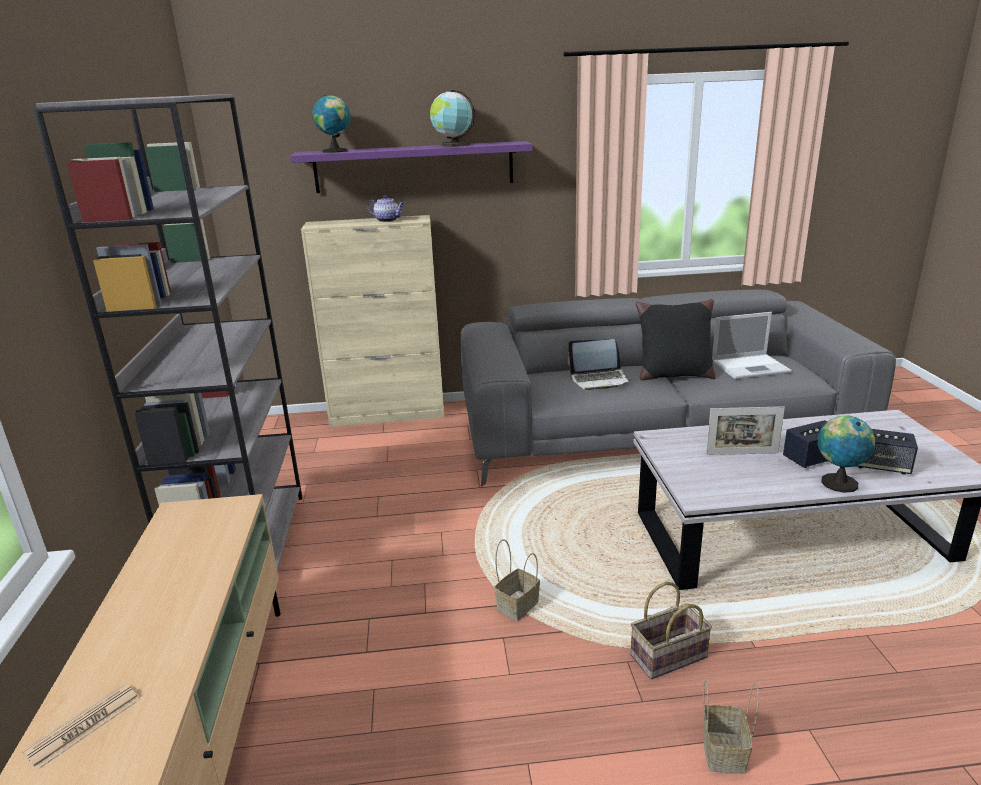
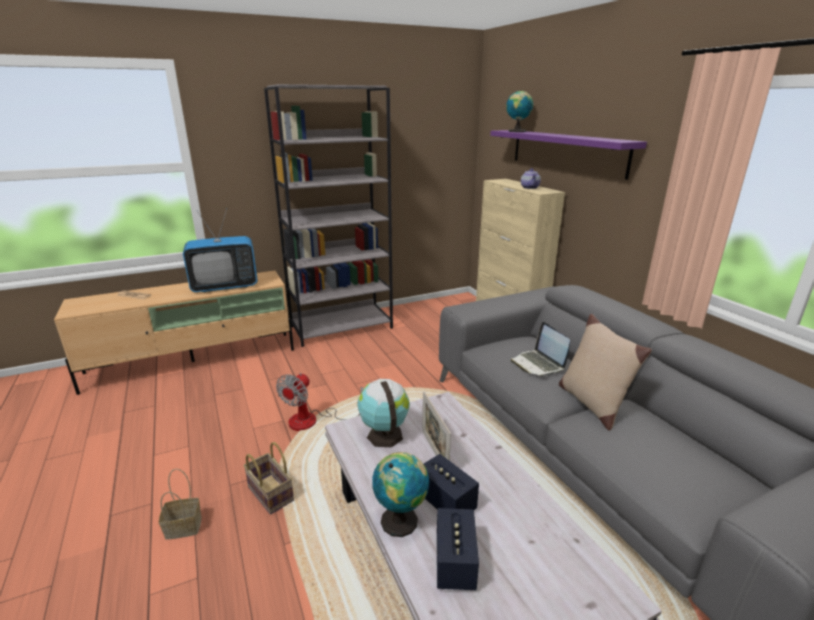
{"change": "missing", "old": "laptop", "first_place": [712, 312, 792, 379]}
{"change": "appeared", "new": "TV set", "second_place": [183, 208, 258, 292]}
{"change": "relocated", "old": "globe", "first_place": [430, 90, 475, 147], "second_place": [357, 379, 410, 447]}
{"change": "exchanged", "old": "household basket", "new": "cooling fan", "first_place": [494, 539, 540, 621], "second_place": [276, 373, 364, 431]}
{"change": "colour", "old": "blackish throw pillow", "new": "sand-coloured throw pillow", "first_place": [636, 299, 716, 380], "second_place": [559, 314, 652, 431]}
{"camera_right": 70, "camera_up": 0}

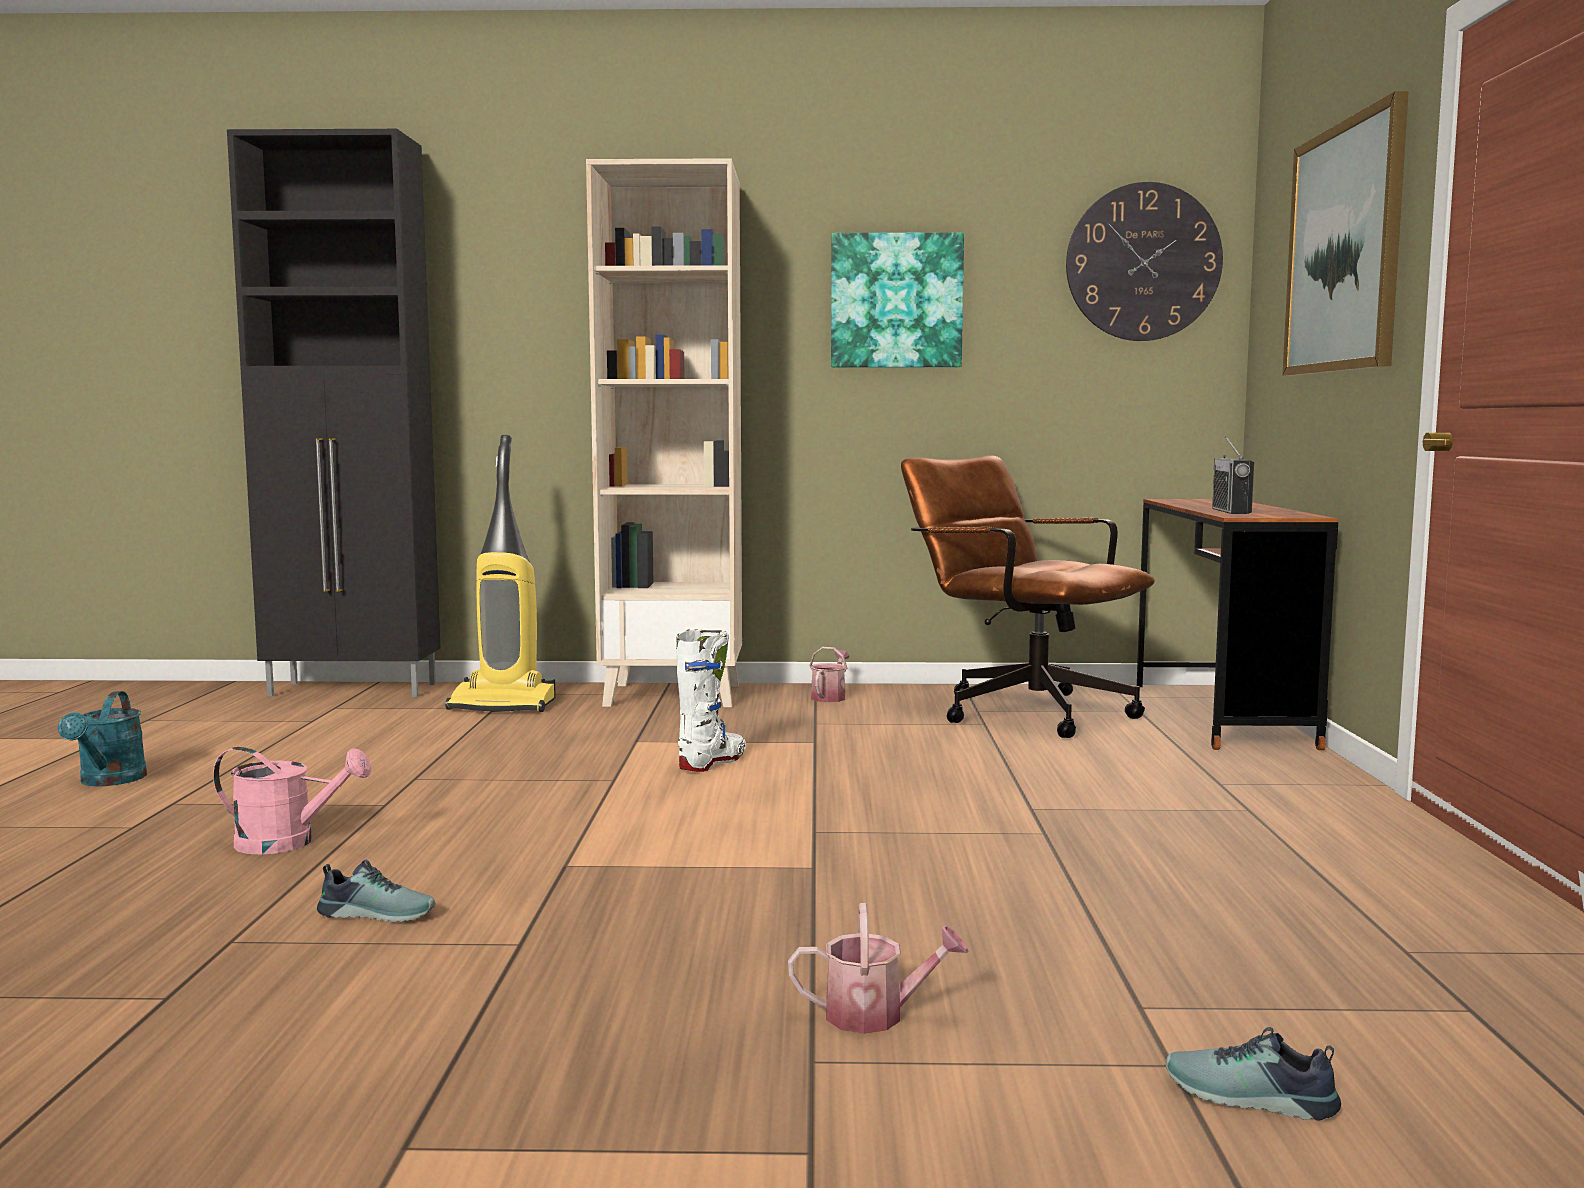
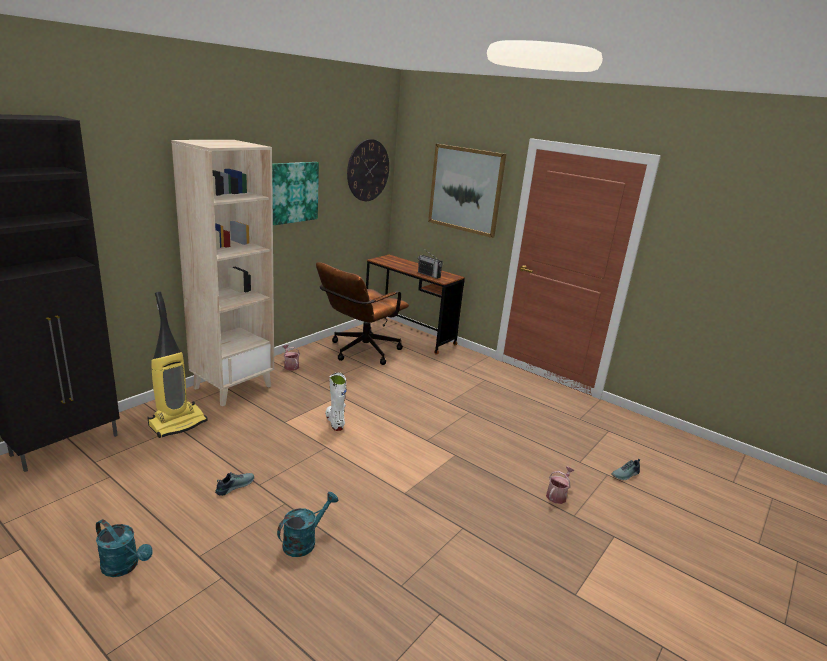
{"change": "relocated", "old": "shoe", "first_place": [317, 859, 435, 922], "second_place": [215, 472, 254, 496]}
{"change": "colour", "old": "pink watering can", "new": "blue-green watering can", "first_place": [213, 747, 372, 854], "second_place": [277, 492, 338, 557]}
{"change": "spun", "old": "brownish computer chair", "first_place": [901, 455, 1155, 738], "second_place": [316, 262, 409, 365], "degrees": -45}
{"camera_right": -55, "camera_up": 15}

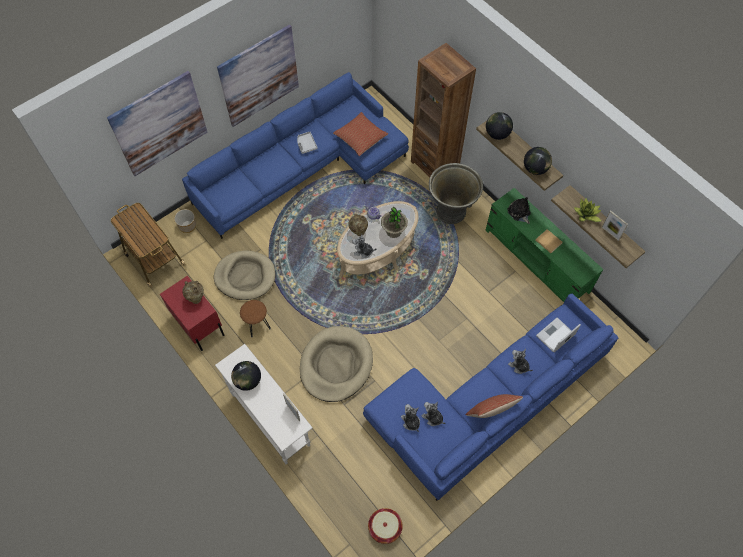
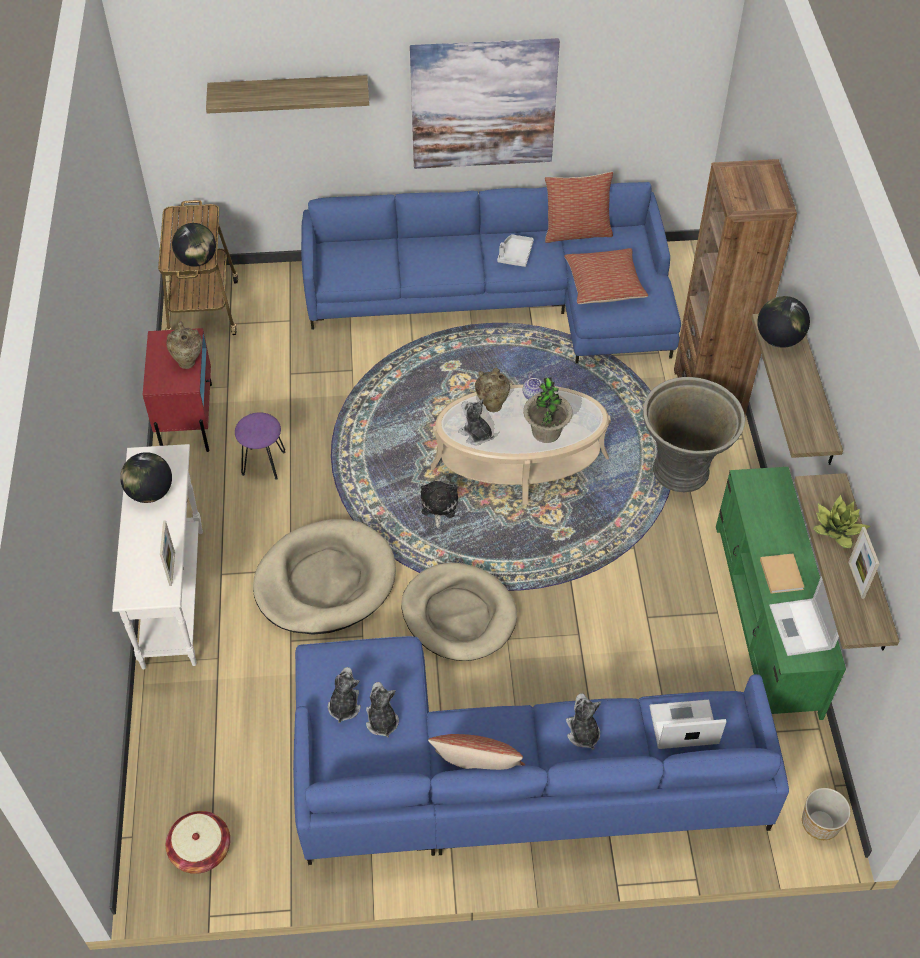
{"change": "appeared", "new": "throw pillow", "second_place": [545, 172, 613, 243]}
{"change": "appeared", "new": "laptop", "second_place": [769, 576, 839, 656]}
{"change": "relocated", "old": "planter", "first_place": [174, 209, 196, 233], "second_place": [802, 788, 851, 840]}
{"change": "relocated", "old": "sand-coloured dog cushion", "first_place": [214, 250, 275, 300], "second_place": [402, 563, 517, 661]}
{"change": "relocated", "old": "cuddly toy", "first_place": [507, 197, 531, 224], "second_place": [421, 481, 458, 528]}
{"change": "relocated", "old": "globe", "first_place": [524, 147, 552, 175], "second_place": [172, 223, 216, 267]}
{"change": "exchanged", "old": "wall picture", "new": "shelf", "first_place": [107, 71, 207, 176], "second_place": [206, 75, 369, 114]}
{"change": "colour", "old": "brownish stool", "new": "purple-coloured stool", "first_place": [240, 300, 271, 337], "second_place": [235, 412, 285, 480]}
{"camera_right": 35, "camera_up": -10}

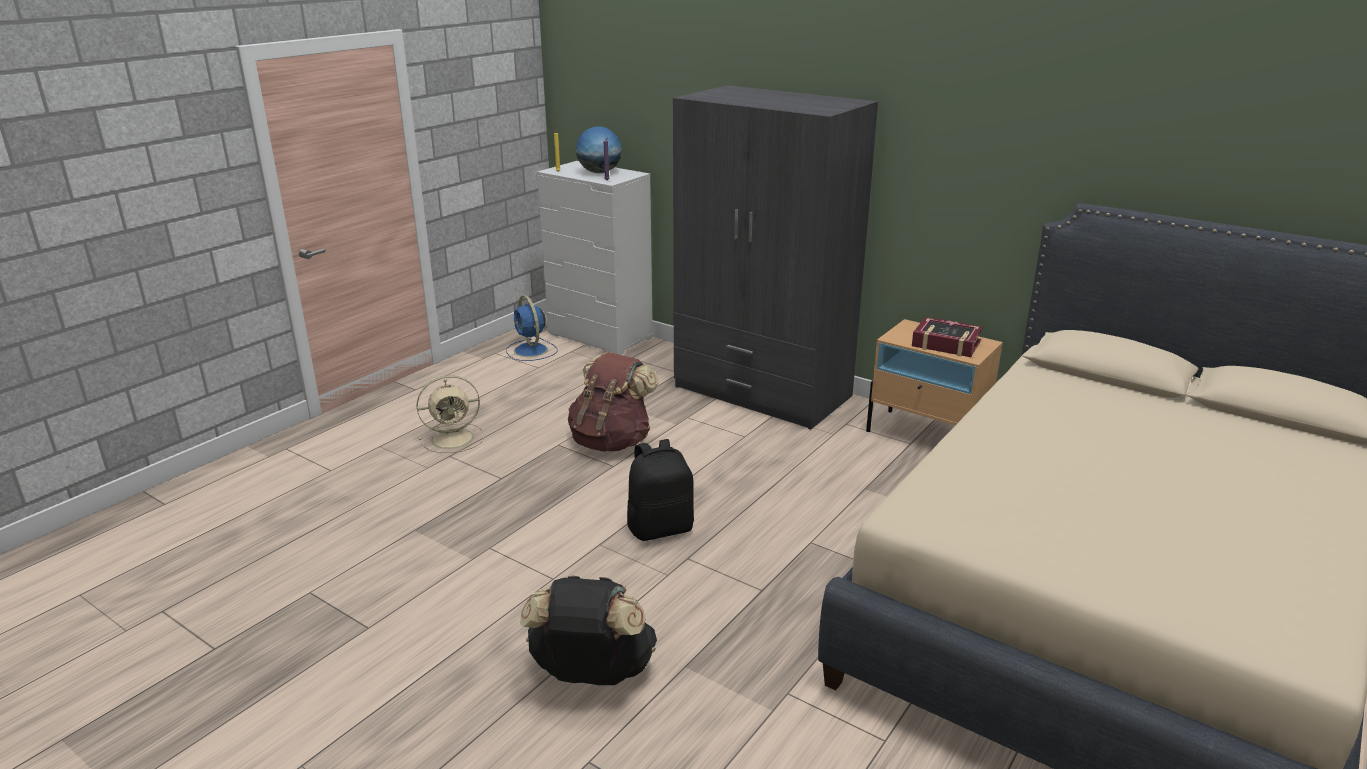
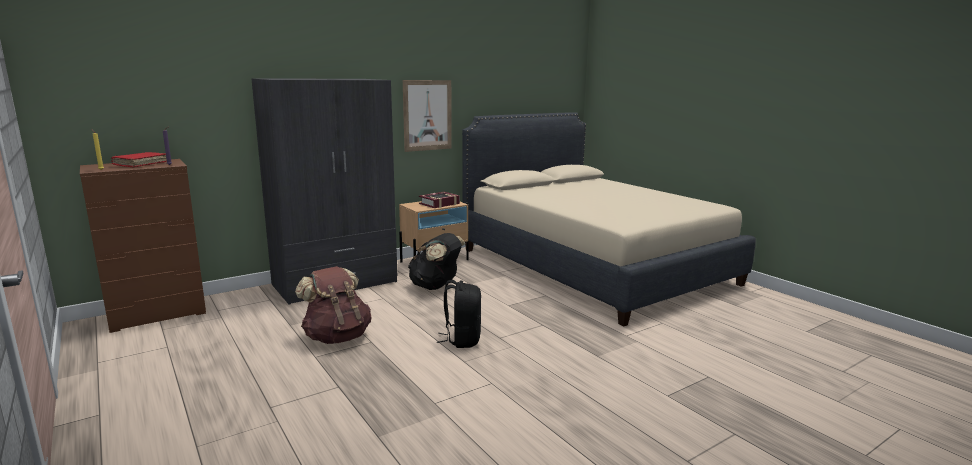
{"change": "missing", "old": "sand-coloured cooling fan", "first_place": [417, 375, 484, 453]}
{"change": "missing", "old": "blue-coloured cooling fan", "first_place": [506, 295, 558, 361]}
{"change": "appeared", "new": "wall picture", "second_place": [403, 80, 452, 152]}
{"change": "relocated", "old": "blackish rucksack", "first_place": [520, 575, 657, 685], "second_place": [408, 233, 465, 290]}
{"change": "exchanged", "old": "globe", "new": "red bound book", "first_place": [576, 126, 622, 173], "second_place": [111, 152, 167, 168]}
{"change": "colour", "old": "whitish drawer chest", "new": "brownish drawer chest", "first_place": [537, 161, 653, 355], "second_place": [80, 159, 206, 333]}
{"camera_right": -70, "camera_up": -10}

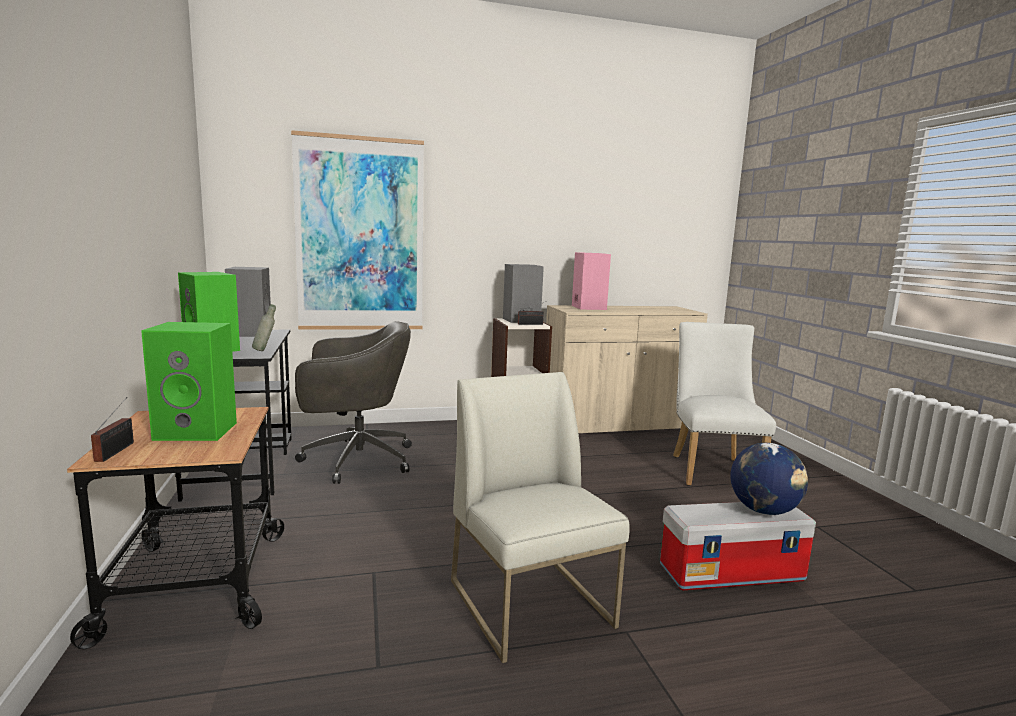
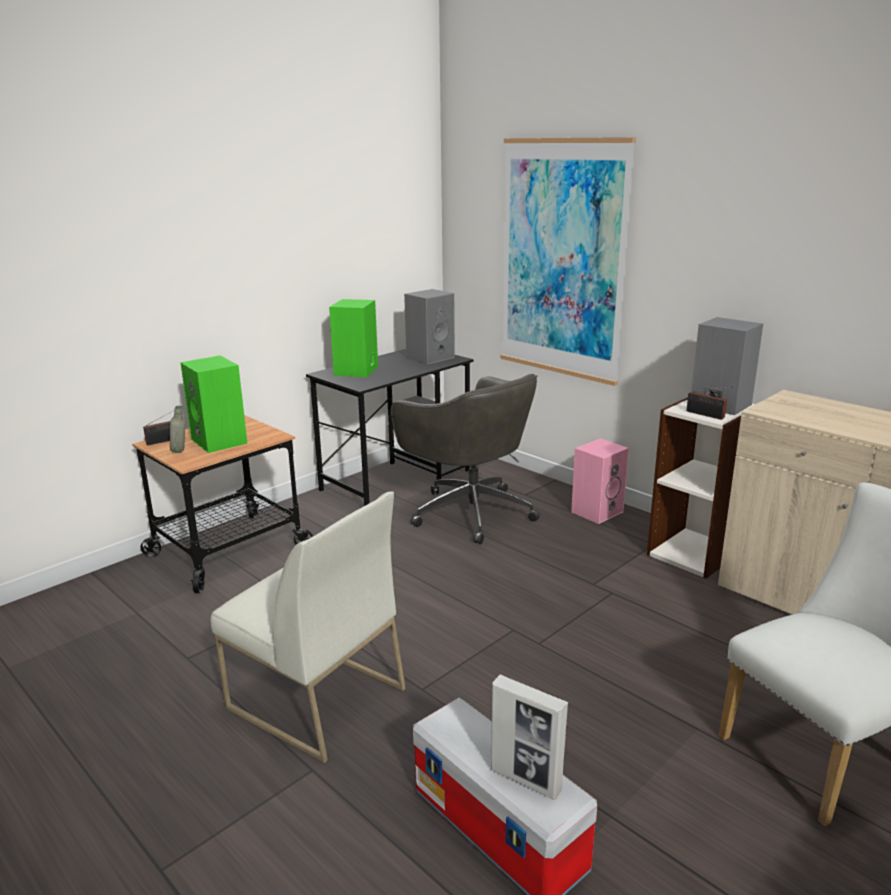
{"change": "relocated", "old": "gray beverage bottle", "first_place": [252, 304, 276, 351], "second_place": [170, 406, 186, 453]}
{"change": "relocated", "old": "pink loudspeaker", "first_place": [572, 252, 611, 310], "second_place": [571, 438, 629, 524]}
{"change": "exchanged", "old": "globe", "new": "standing frame", "first_place": [730, 443, 808, 515], "second_place": [491, 675, 568, 800]}
{"change": "spun", "old": "whitish upright chair", "first_place": [451, 372, 630, 663], "second_place": [211, 491, 406, 763], "degrees": 90}
{"camera_right": 60, "camera_up": 10}

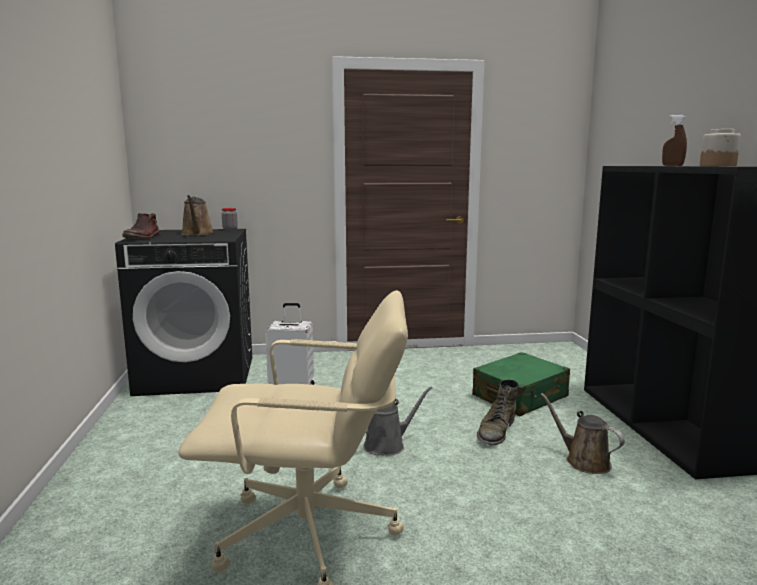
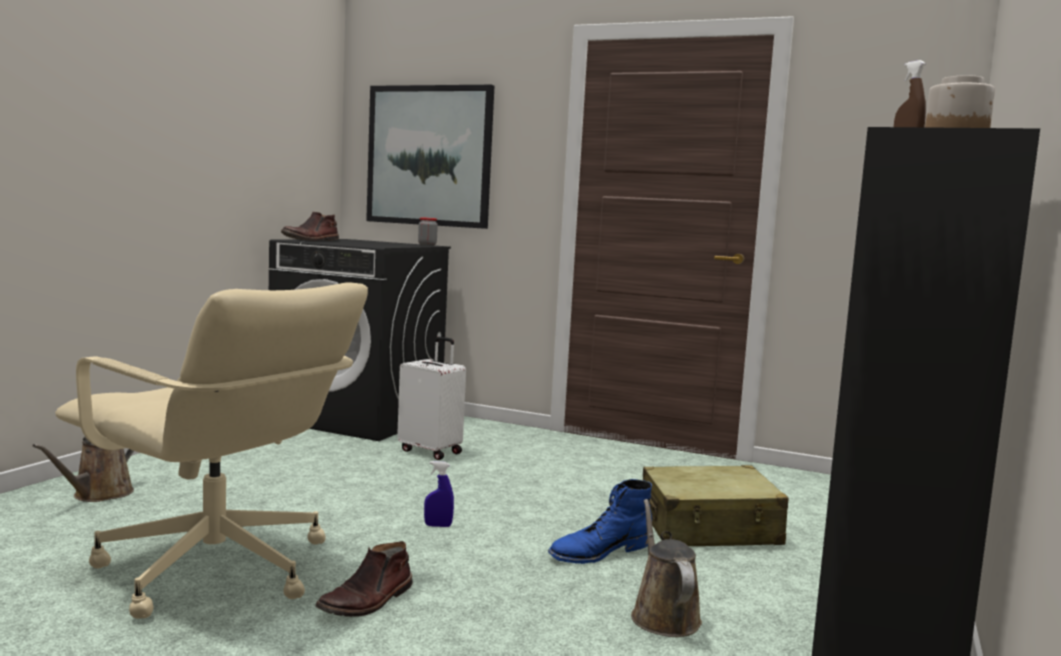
{"change": "appeared", "new": "brownish high-top boot", "second_place": [316, 541, 413, 617]}
{"change": "appeared", "new": "wall picture", "second_place": [366, 85, 494, 229]}
{"change": "relocated", "old": "brownish watering can", "first_place": [181, 195, 214, 236], "second_place": [32, 437, 134, 502]}
{"change": "exchanged", "old": "gray watering can", "new": "blue-coloured sprayer", "first_place": [364, 387, 432, 456], "second_place": [424, 461, 454, 527]}
{"change": "colour", "old": "greenish travel case", "new": "sand-coloured travel case", "first_place": [472, 352, 570, 416], "second_place": [643, 465, 789, 546]}
{"change": "colour", "old": "greenish high-top boot", "new": "blue-coloured high-top boot", "first_place": [477, 379, 519, 446], "second_place": [548, 479, 652, 564]}
{"camera_right": 30, "camera_up": -5}

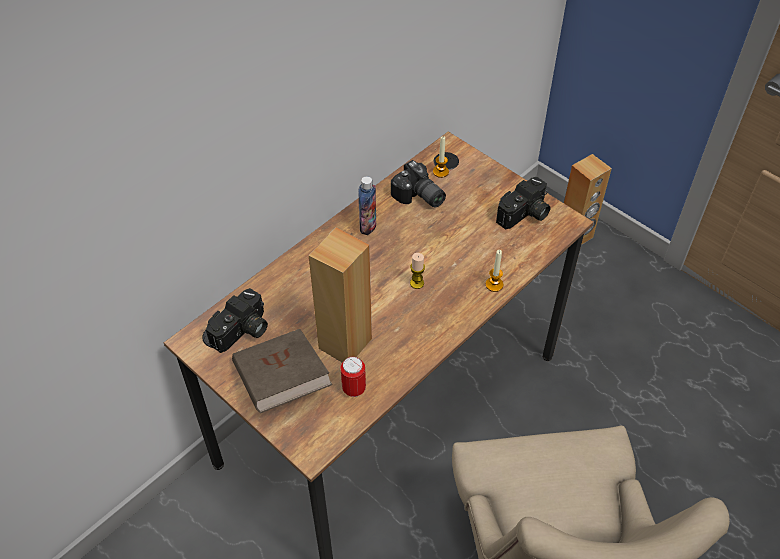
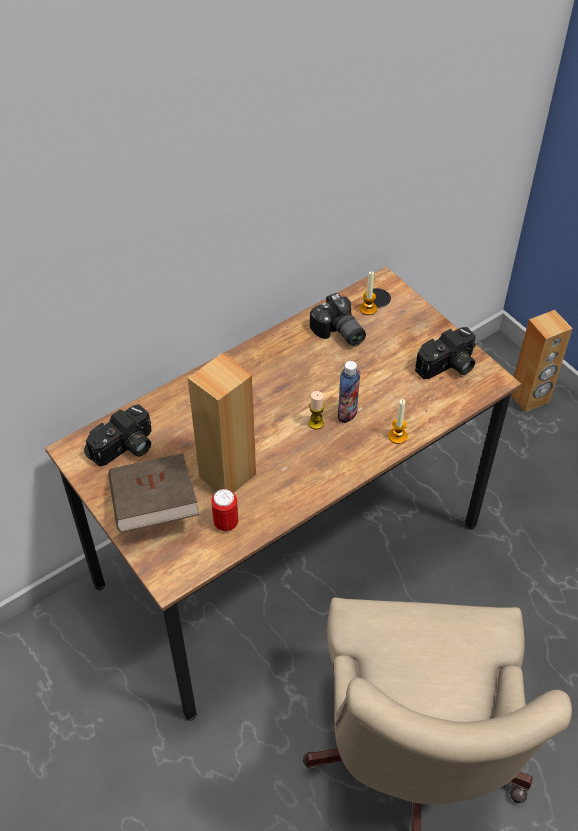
{"change": "relocated", "old": "beverage bottle", "first_place": [358, 176, 376, 235], "second_place": [338, 361, 360, 423]}
{"camera_right": 10, "camera_up": 0}

